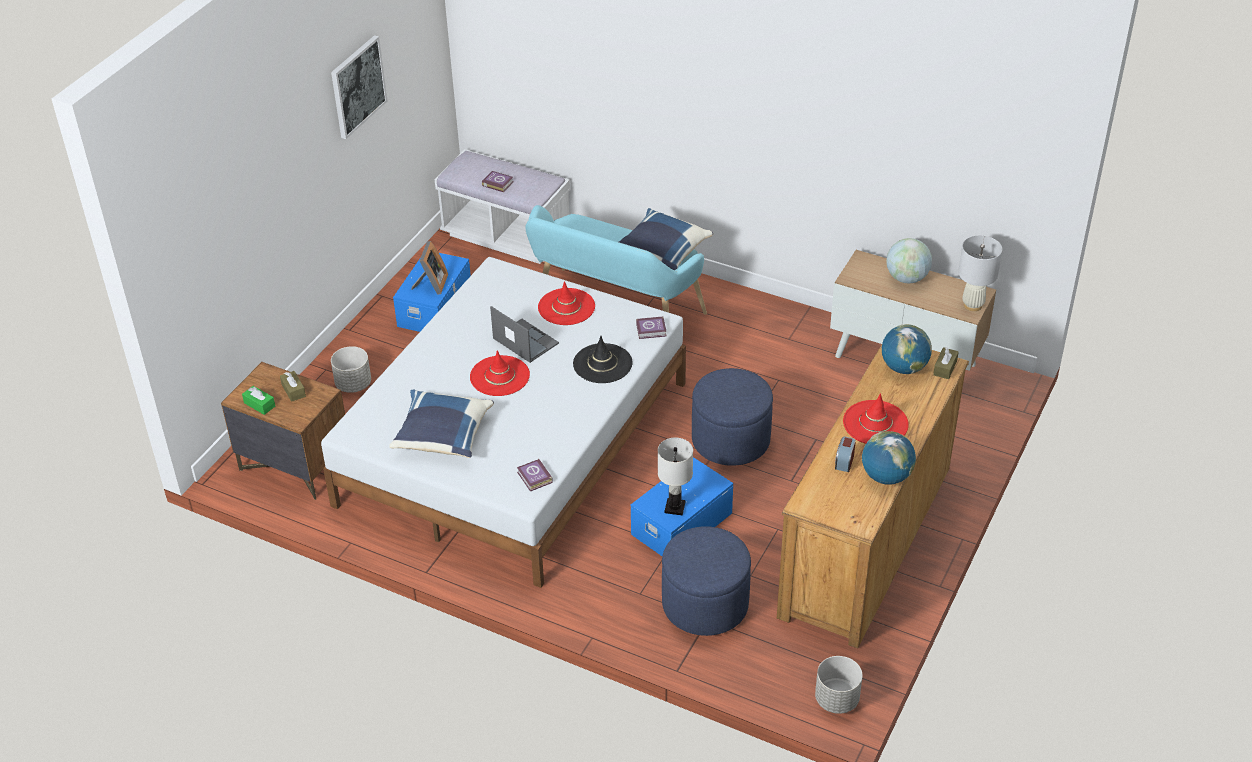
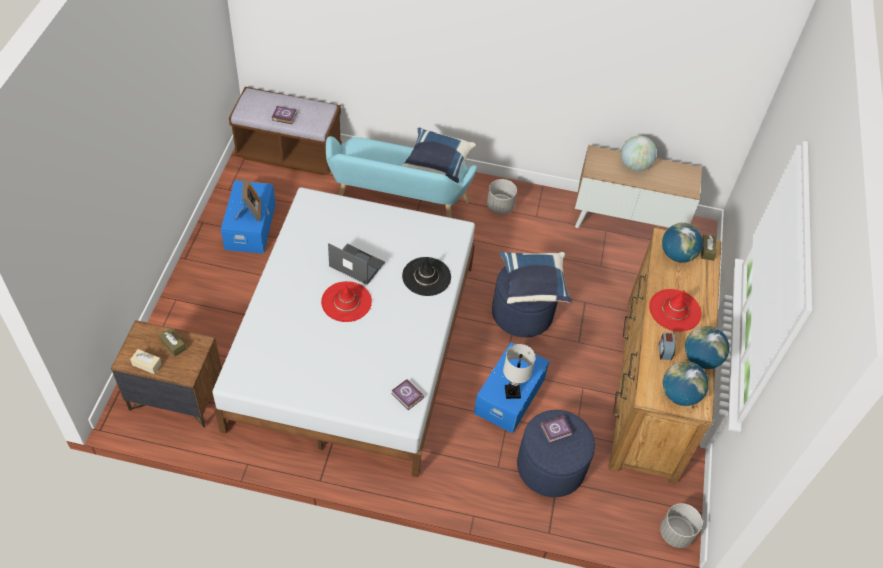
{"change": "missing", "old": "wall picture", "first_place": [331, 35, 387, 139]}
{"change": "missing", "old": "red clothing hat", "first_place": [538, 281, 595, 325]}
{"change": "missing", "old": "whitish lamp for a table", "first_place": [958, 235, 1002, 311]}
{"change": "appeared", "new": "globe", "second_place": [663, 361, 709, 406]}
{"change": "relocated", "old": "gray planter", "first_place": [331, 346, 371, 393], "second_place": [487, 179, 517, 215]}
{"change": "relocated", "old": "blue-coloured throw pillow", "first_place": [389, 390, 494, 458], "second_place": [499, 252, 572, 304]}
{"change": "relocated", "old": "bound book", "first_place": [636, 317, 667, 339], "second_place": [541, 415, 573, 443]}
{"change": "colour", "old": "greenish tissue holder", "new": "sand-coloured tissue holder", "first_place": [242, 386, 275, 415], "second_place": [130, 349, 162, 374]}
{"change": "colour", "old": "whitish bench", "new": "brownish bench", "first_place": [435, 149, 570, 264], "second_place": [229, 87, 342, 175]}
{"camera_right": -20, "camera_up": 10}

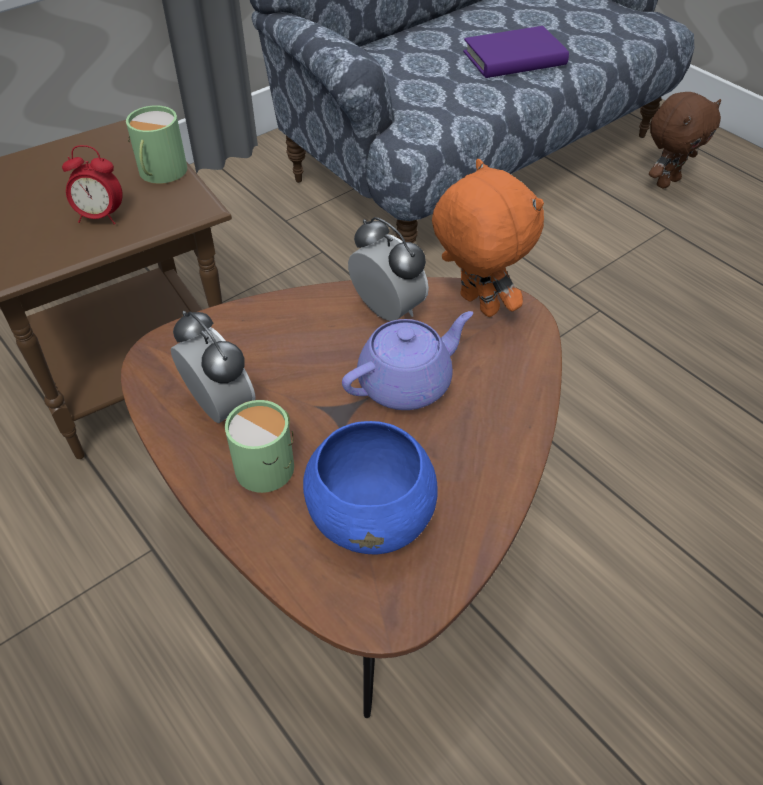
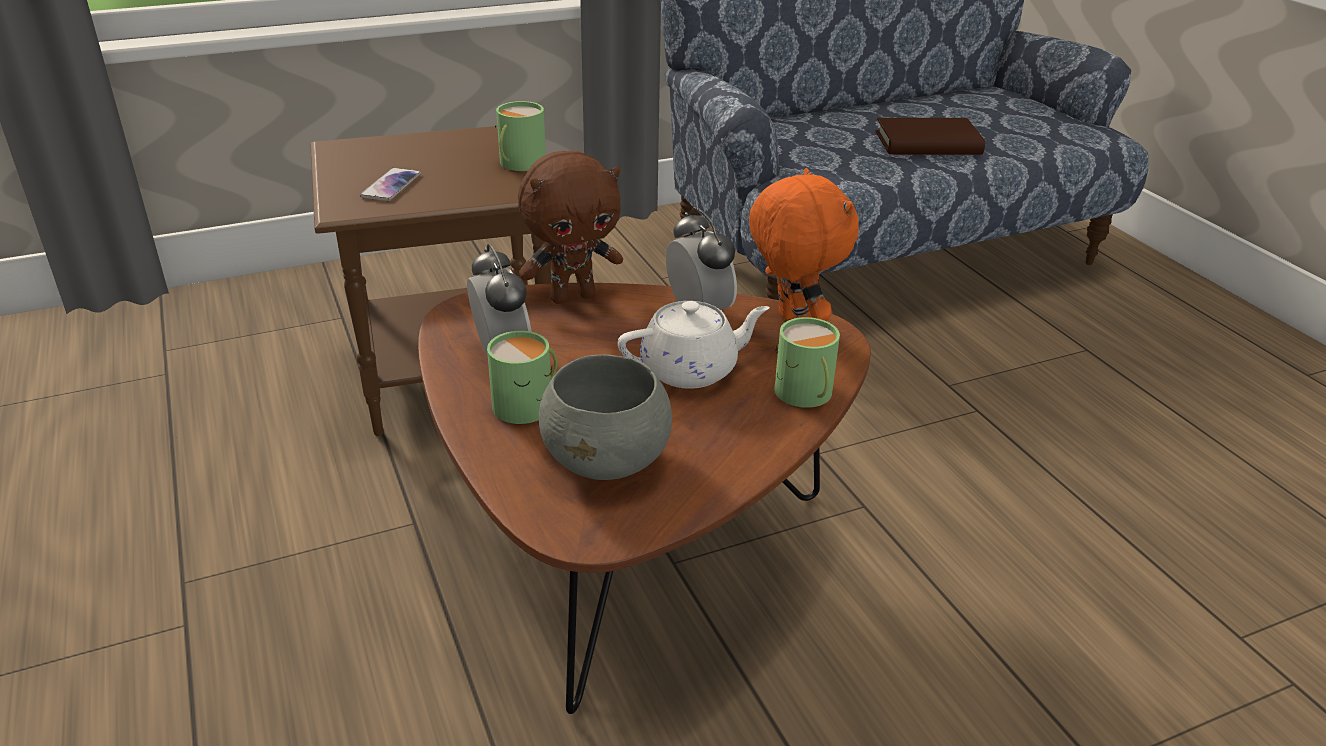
{"change": "missing", "old": "alarm clock", "first_place": [62, 145, 123, 225]}
{"change": "appeared", "new": "phone", "second_place": [360, 168, 421, 201]}
{"change": "appeared", "new": "greenish coffee mug", "second_place": [774, 317, 840, 408]}
{"change": "relocated", "old": "brownish cuddly toy", "first_place": [649, 92, 721, 189], "second_place": [518, 151, 623, 304]}
{"change": "colour", "old": "blue-coloured bowl", "new": "gray bowl", "first_place": [303, 421, 438, 555], "second_place": [539, 354, 672, 480]}
{"change": "colour", "old": "purple-coloured pot for tea", "new": "whitish pot for tea", "first_place": [342, 311, 473, 410], "second_place": [618, 301, 770, 389]}
{"change": "colour", "old": "purple-coloured bound book", "new": "brownish bound book", "first_place": [463, 26, 569, 78], "second_place": [875, 118, 985, 155]}
{"camera_right": 15, "camera_up": -15}

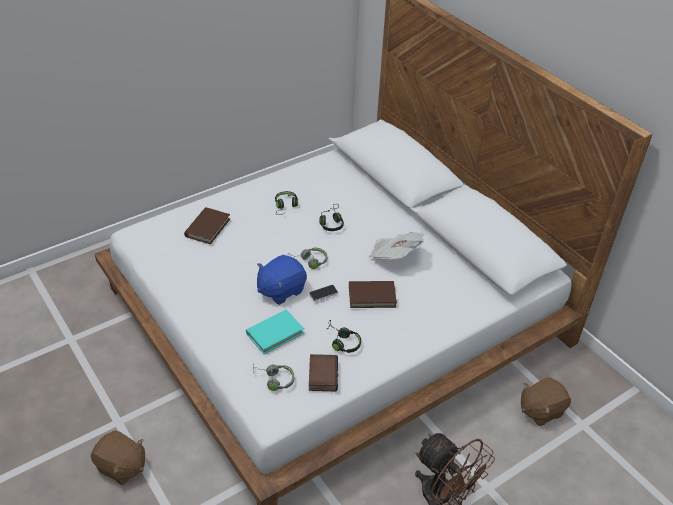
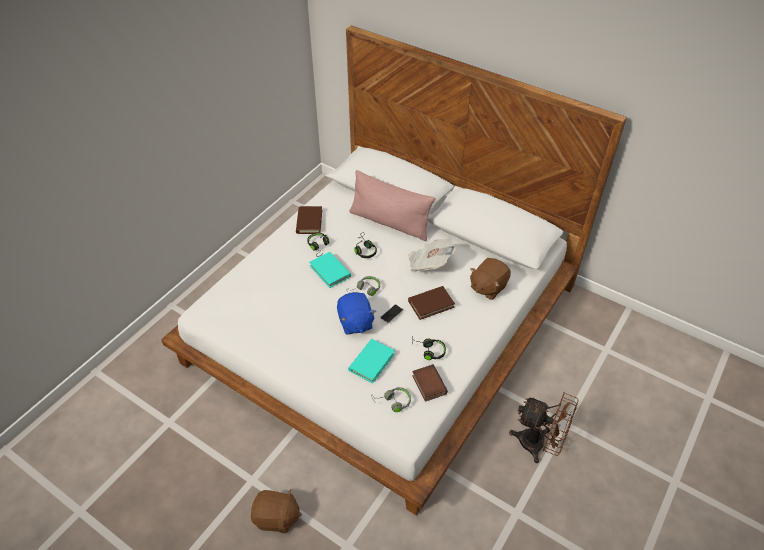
{"change": "appeared", "new": "blue-green bound book", "second_place": [309, 252, 351, 288]}
{"change": "appeared", "new": "pink throw pillow", "second_place": [349, 170, 435, 241]}
{"change": "relocated", "old": "brownish bound book", "first_place": [184, 207, 230, 244], "second_place": [296, 206, 322, 234]}
{"change": "relocated", "old": "brownish cuddly toy", "first_place": [521, 377, 571, 426], "second_place": [470, 258, 511, 300]}
{"change": "spun", "old": "blue-coloured cuddly toy", "first_place": [257, 255, 307, 305], "second_place": [337, 292, 376, 335], "degrees": -45}
{"camera_right": -20, "camera_up": 5}

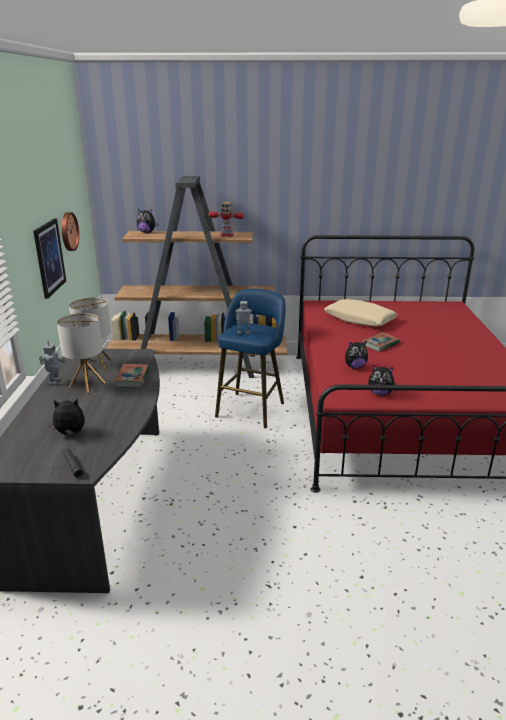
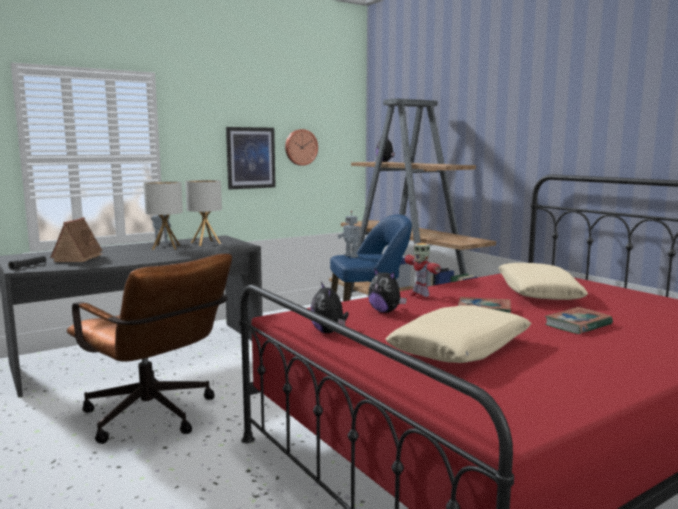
{"change": "appeared", "new": "brownish computer chair", "second_place": [66, 254, 232, 444]}
{"change": "appeared", "new": "sand-coloured throw pillow", "second_place": [386, 305, 531, 363]}
{"change": "relocated", "old": "bound book", "first_place": [114, 364, 150, 387], "second_place": [545, 307, 613, 334]}
{"change": "relocated", "old": "robot figure", "first_place": [209, 202, 244, 237], "second_place": [405, 243, 441, 299]}
{"change": "exchanged", "old": "cuddly toy", "new": "miniature house", "first_place": [49, 398, 85, 437], "second_place": [50, 217, 104, 262]}
{"camera_right": 55, "camera_up": -15}

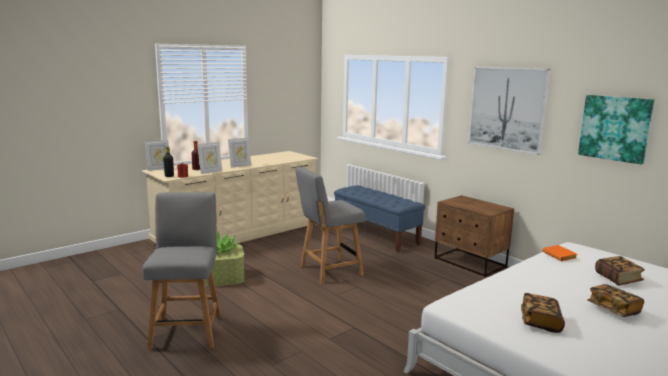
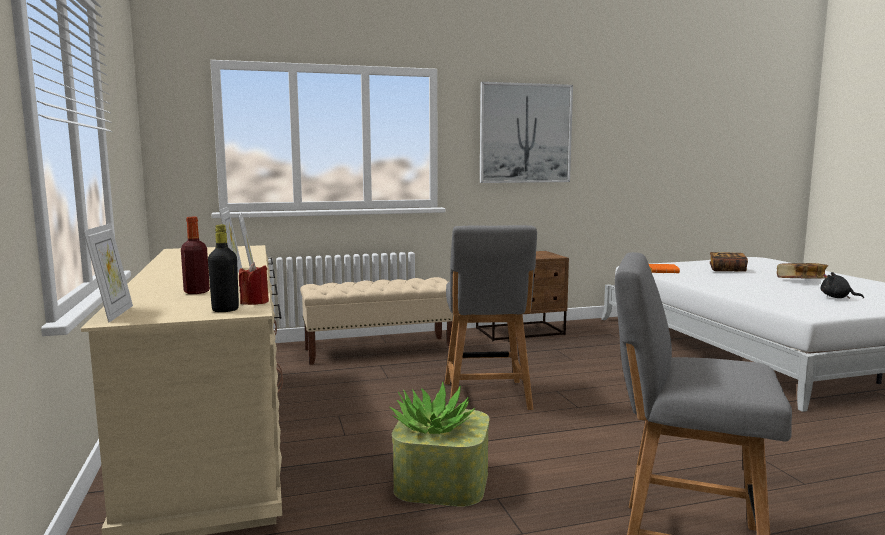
{"change": "missing", "old": "wall picture", "first_place": [578, 95, 654, 165]}
{"change": "exchanged", "old": "bound book", "new": "blackish cuddly toy", "first_place": [521, 293, 565, 333], "second_place": [821, 272, 864, 299]}
{"change": "colour", "old": "blue-coloured bench", "new": "sand-coloured bench", "first_place": [334, 185, 425, 252], "second_place": [300, 277, 454, 365]}
{"camera_right": -65, "camera_up": -5}

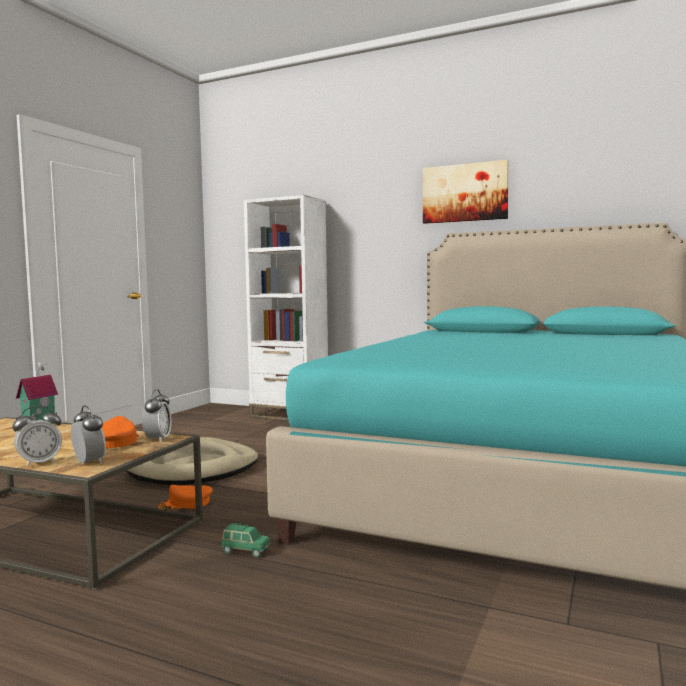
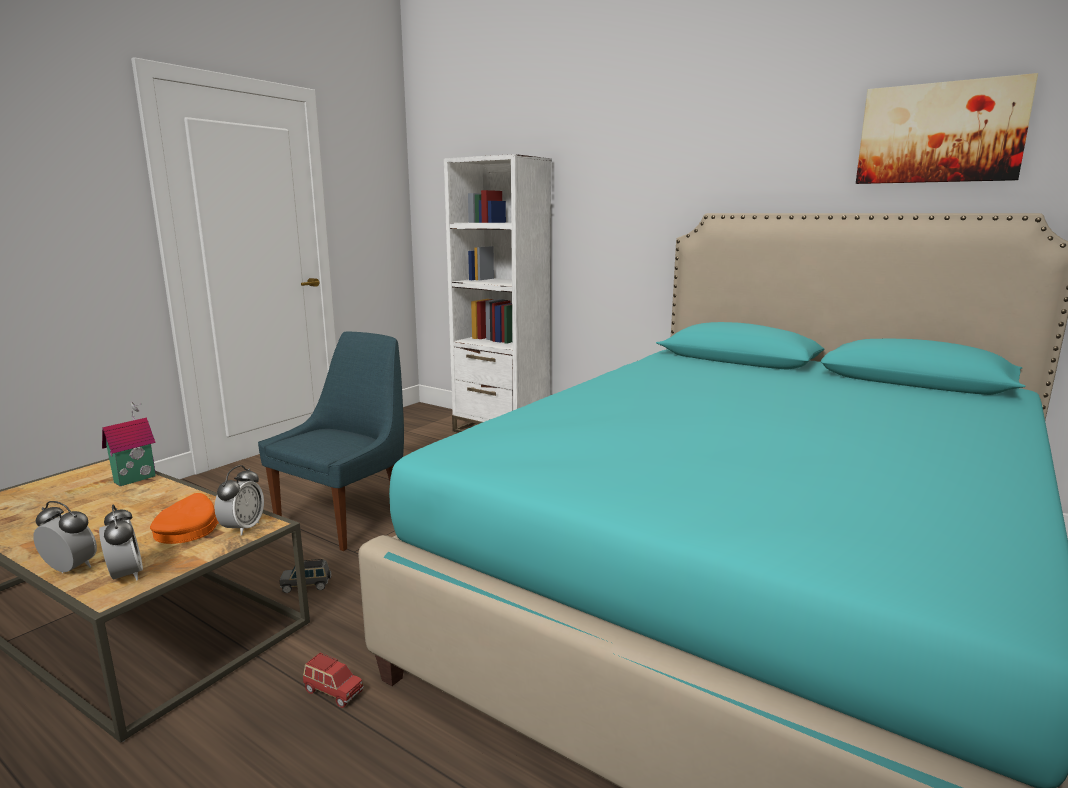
{"change": "relocated", "old": "wall picture", "first_place": [423, 160, 509, 224], "second_place": [856, 73, 1038, 184]}
{"change": "exchanged", "old": "sand-coloured dog cushion", "new": "blue-coloured upright chair", "first_place": [126, 437, 259, 485], "second_place": [258, 332, 404, 551]}
{"change": "exchanged", "old": "orange baseball cap", "new": "gray toy car", "first_place": [158, 485, 213, 510], "second_place": [280, 559, 331, 593]}
{"change": "colour", "old": "greenish toy car", "new": "red toy car", "first_place": [222, 523, 270, 558], "second_place": [303, 653, 364, 708]}
{"change": "spun", "old": "alarm clock", "first_place": [12, 406, 62, 467], "second_place": [33, 501, 97, 573], "degrees": -135}
{"camera_right": 10, "camera_up": 10}

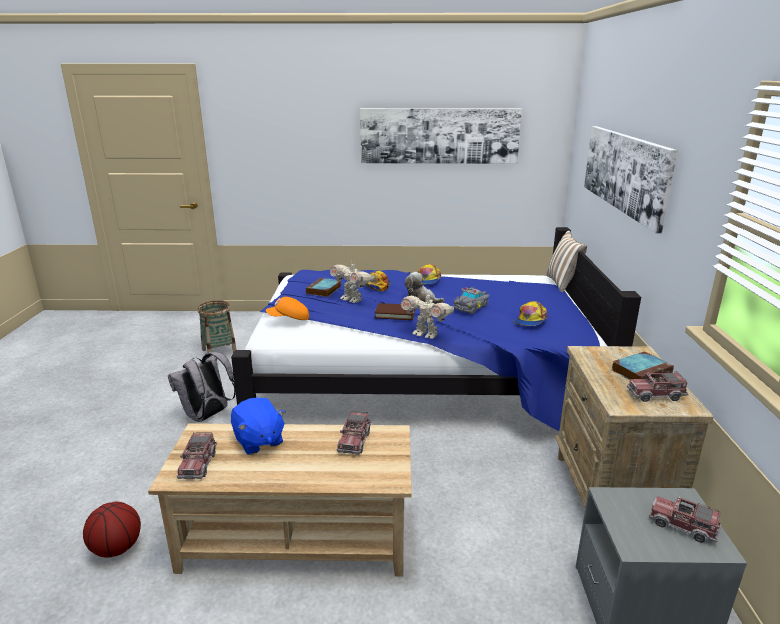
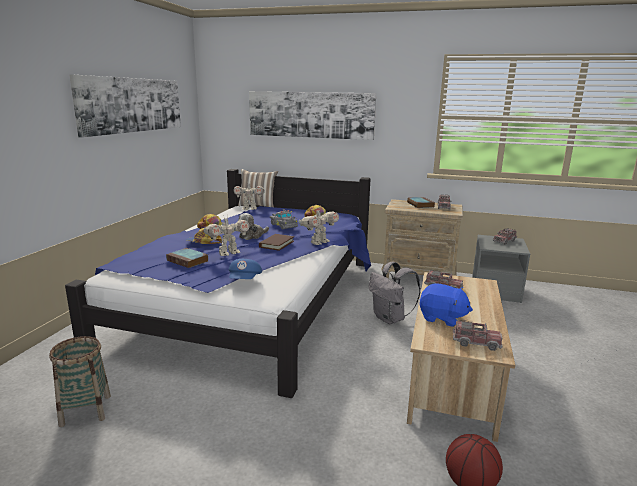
{"change": "appeared", "new": "robot figure", "second_place": [233, 182, 265, 210]}
{"change": "relocated", "old": "gray rucksack", "first_place": [168, 352, 236, 422], "second_place": [369, 262, 421, 324]}
{"change": "colour", "old": "orange baseball cap", "new": "blue-coloured baseball cap", "first_place": [266, 297, 309, 320], "second_place": [229, 259, 262, 279]}
{"change": "spun", "old": "blue-coloured cuddly toy", "first_place": [231, 398, 286, 455], "second_place": [419, 283, 473, 327], "degrees": 45}
{"camera_right": -75, "camera_up": -5}

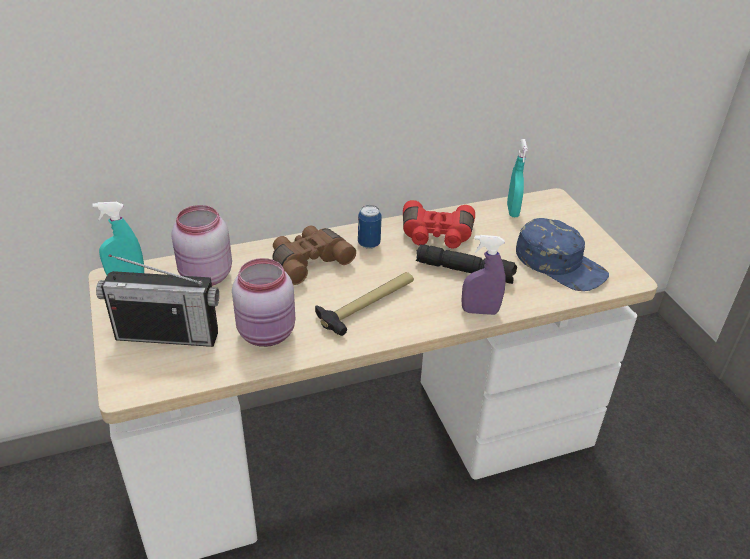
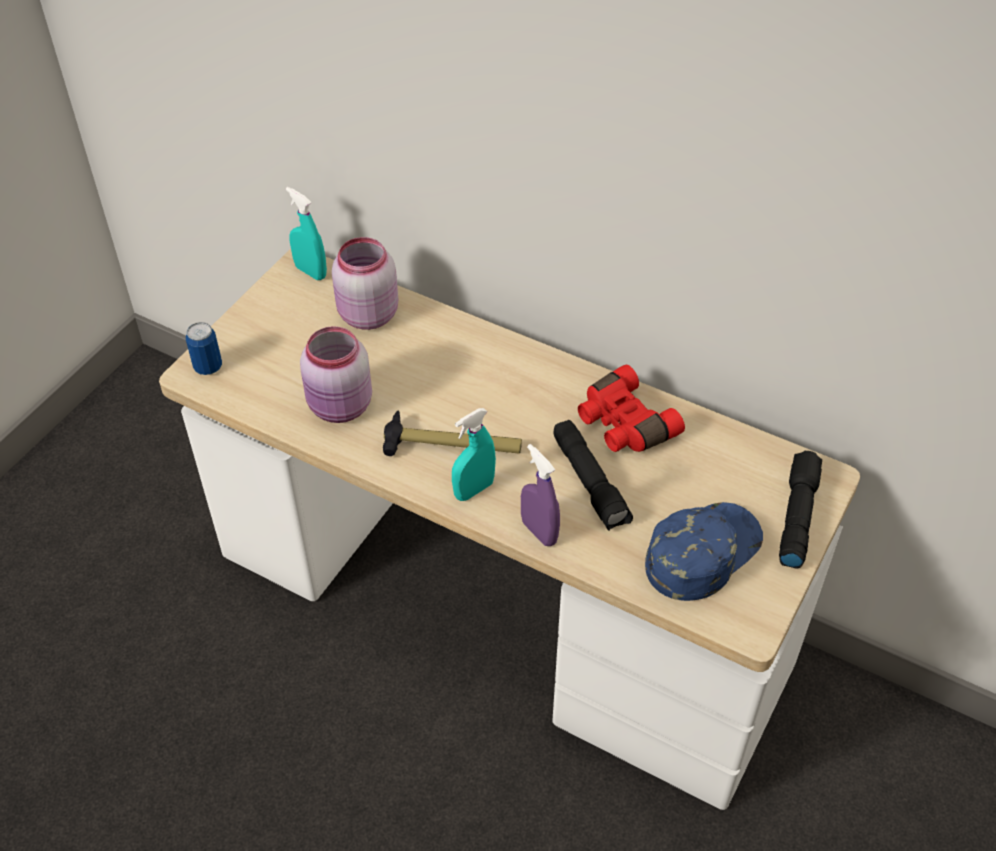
{"change": "missing", "old": "radio receiver", "first_place": [96, 254, 219, 347]}
{"change": "missing", "old": "brownish binoculars", "first_place": [272, 226, 356, 285]}
{"change": "appeared", "new": "blackish torch", "second_place": [779, 451, 822, 569]}
{"change": "relocated", "old": "can", "first_place": [358, 205, 382, 249], "second_place": [186, 322, 222, 375]}
{"change": "relocated", "old": "blue-green sprayer", "first_place": [507, 139, 528, 217], "second_place": [452, 408, 496, 501]}
{"change": "spun", "old": "blue-coloured baseball cap", "first_place": [516, 218, 609, 291], "second_place": [645, 502, 763, 601], "degrees": -135}
{"camera_right": 50, "camera_up": 10}

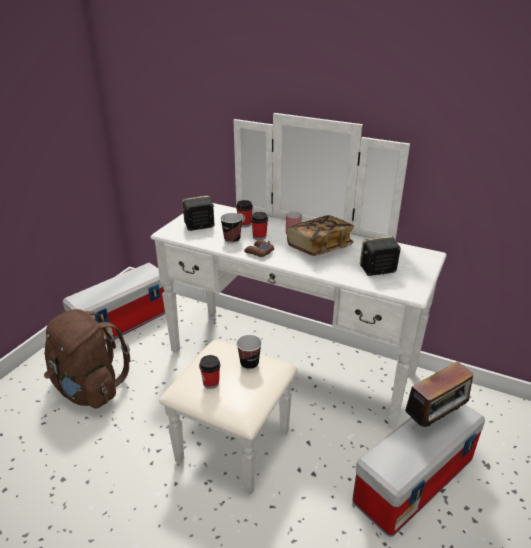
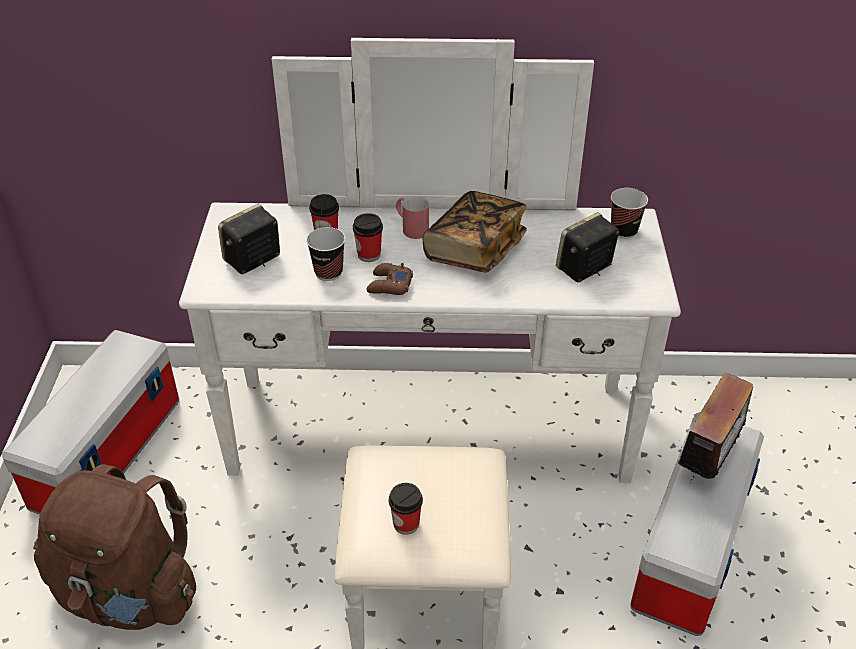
{"change": "relocated", "old": "drinking cup", "first_place": [236, 335, 262, 370], "second_place": [611, 188, 648, 239]}
{"camera_right": -25, "camera_up": 10}

